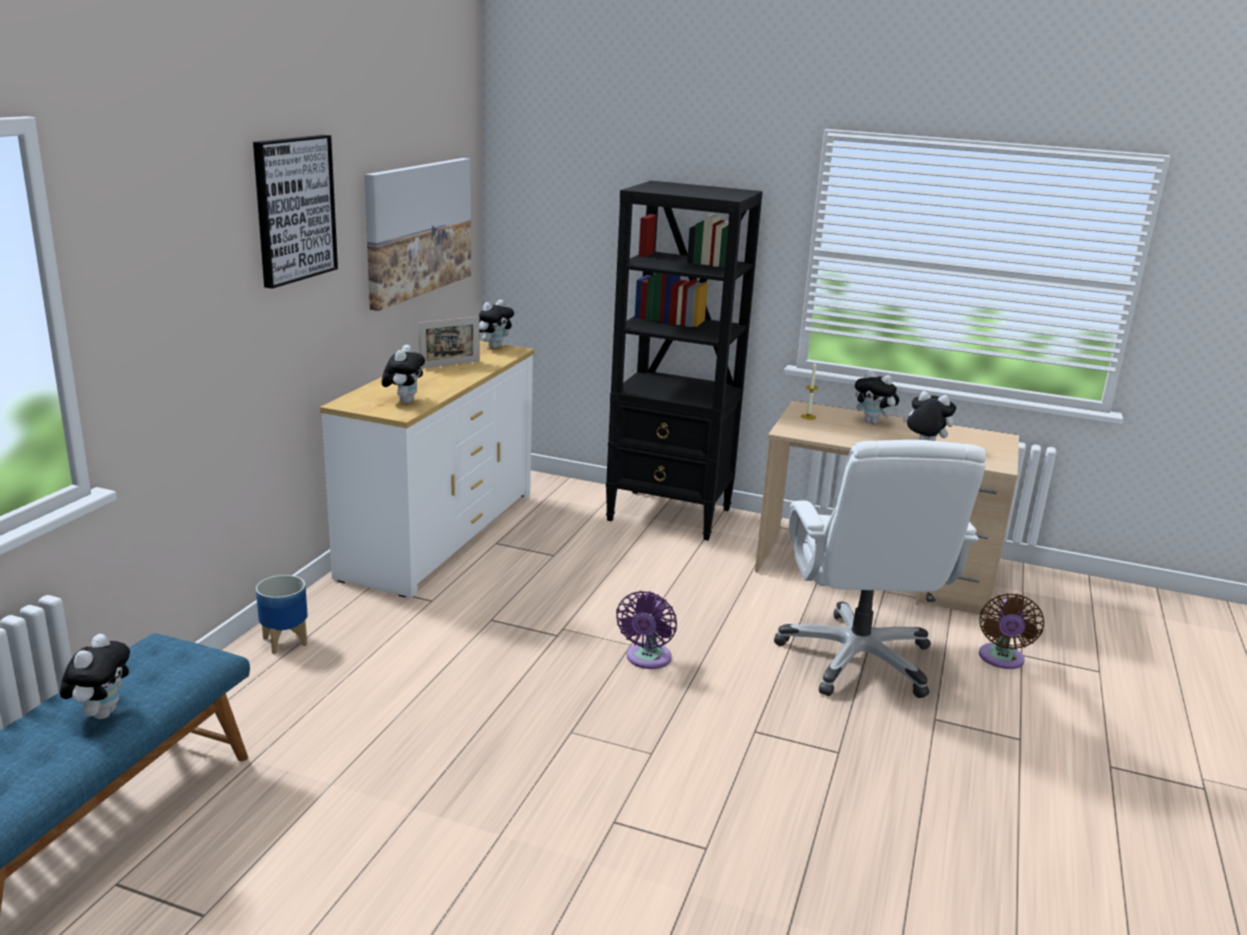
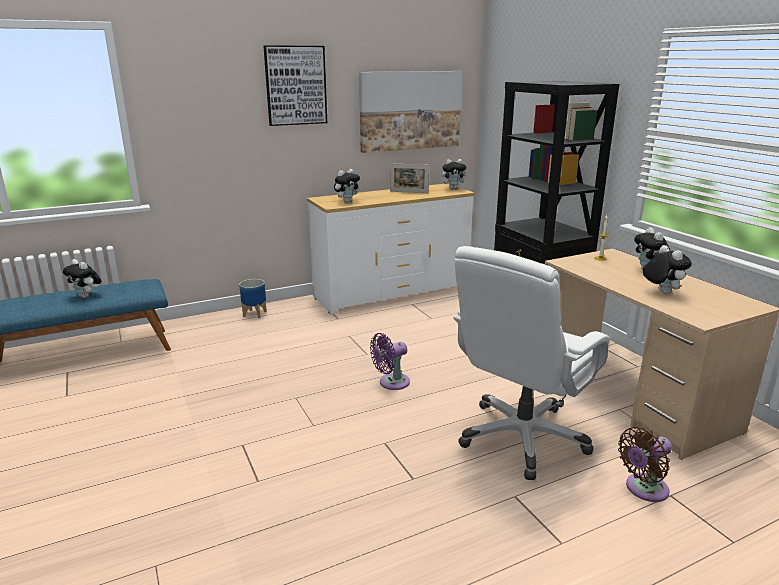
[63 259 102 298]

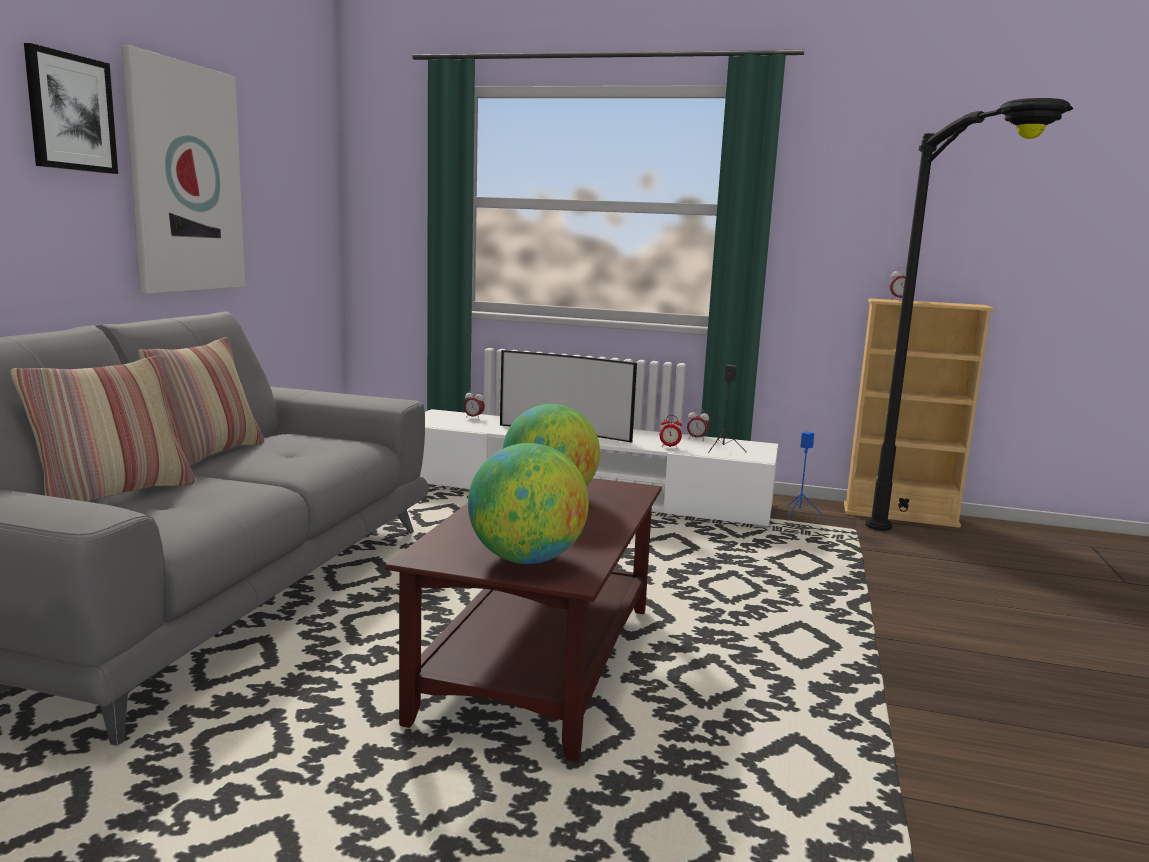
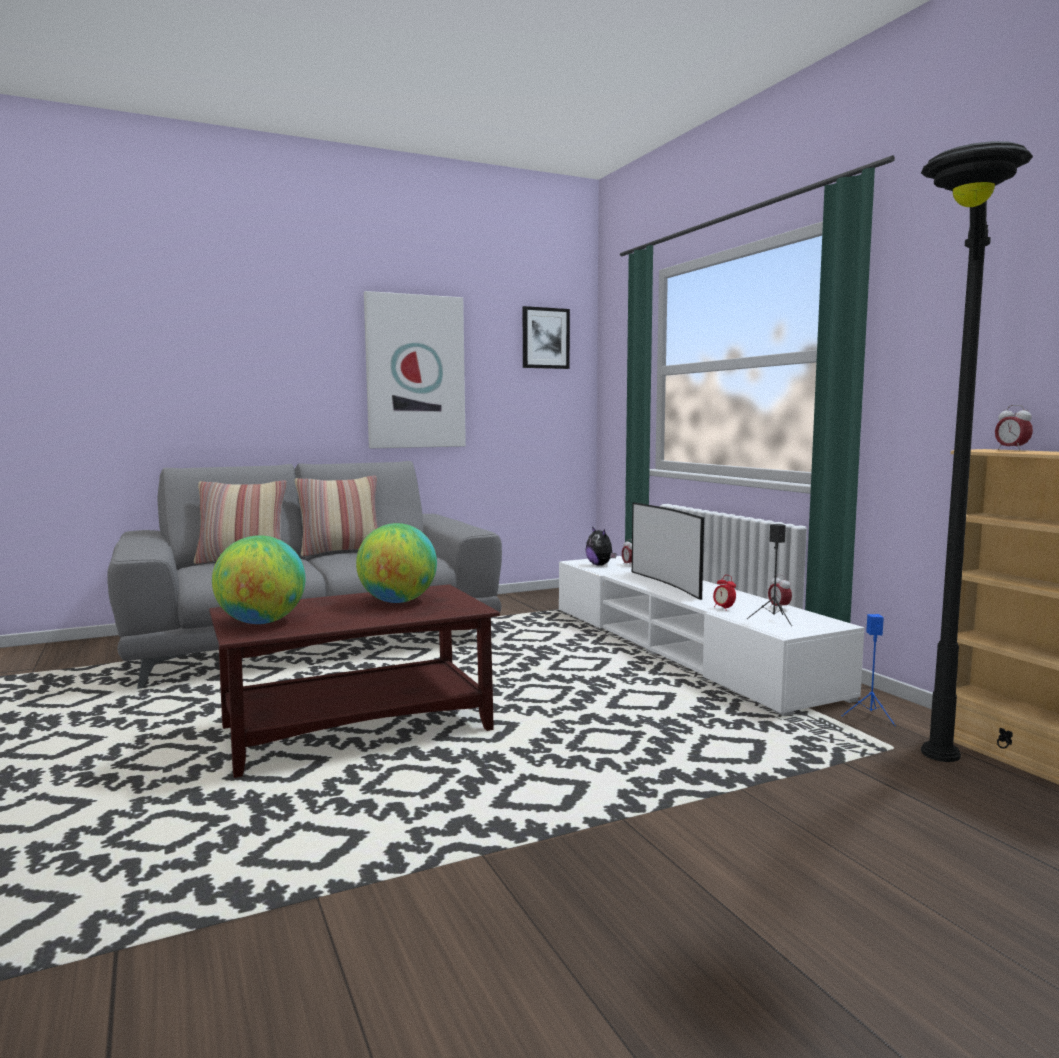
[586 527 616 566]
[523 306 570 369]

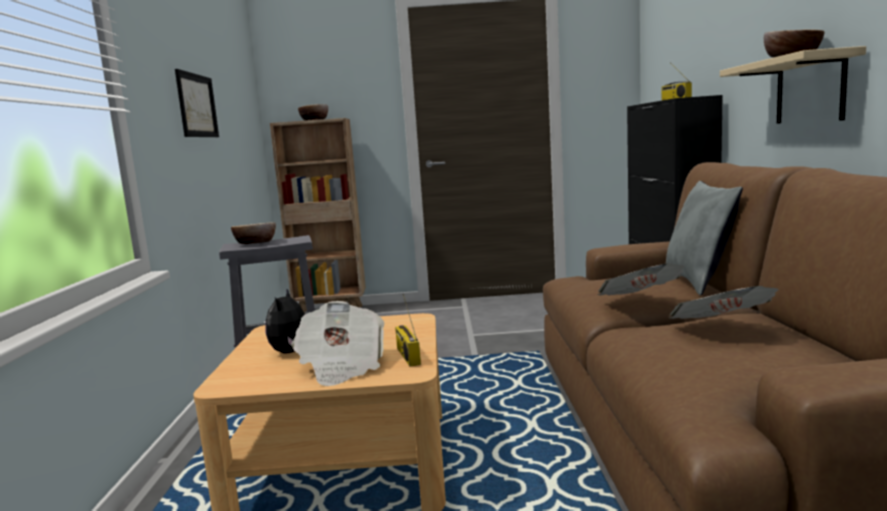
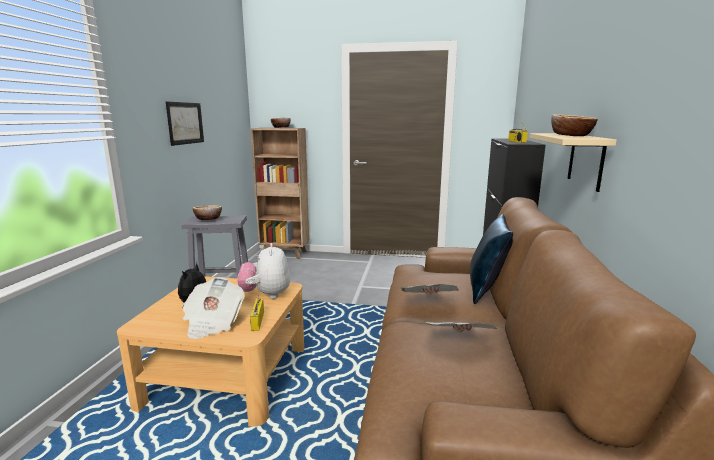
[237 243 290 299]
[470 214 513 304]

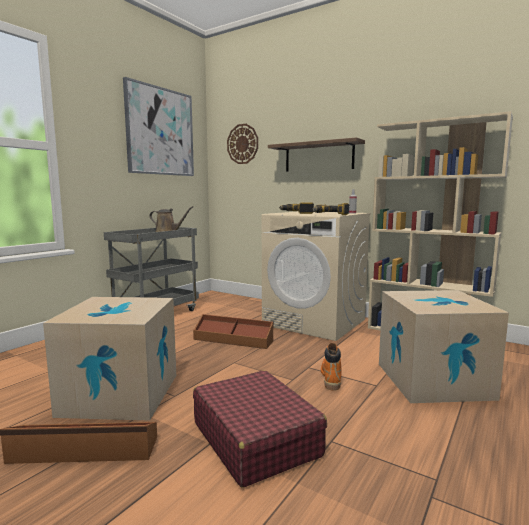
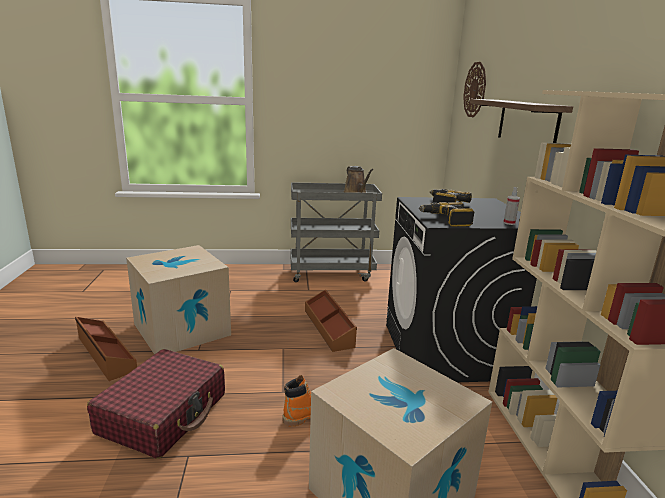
[123 77 194 176] (first image)
[386 197 537 382]

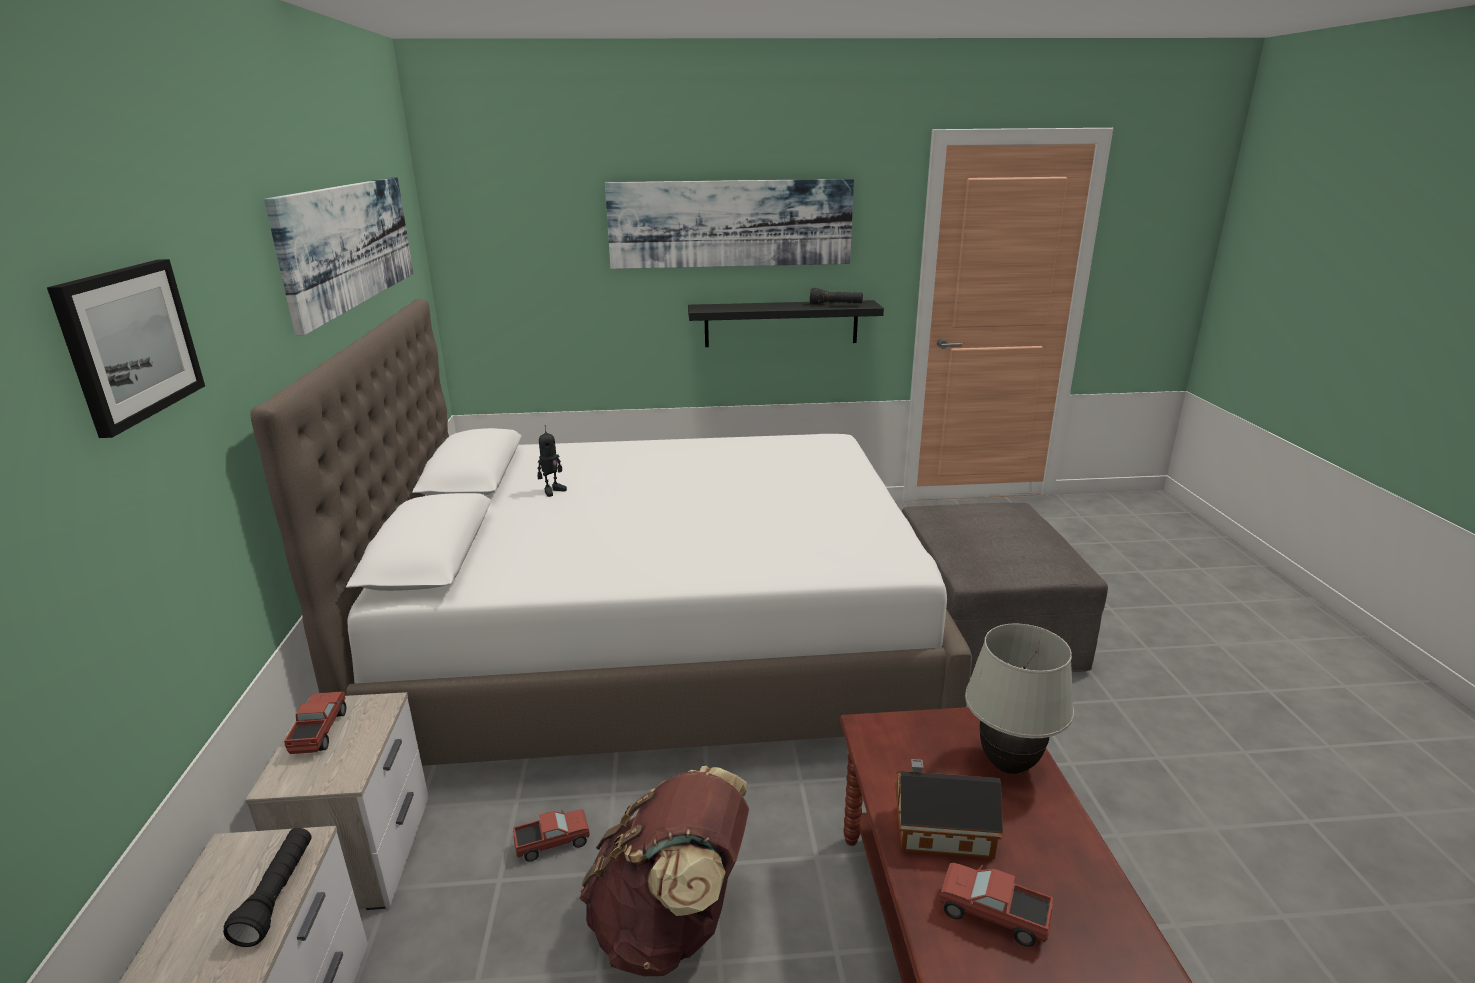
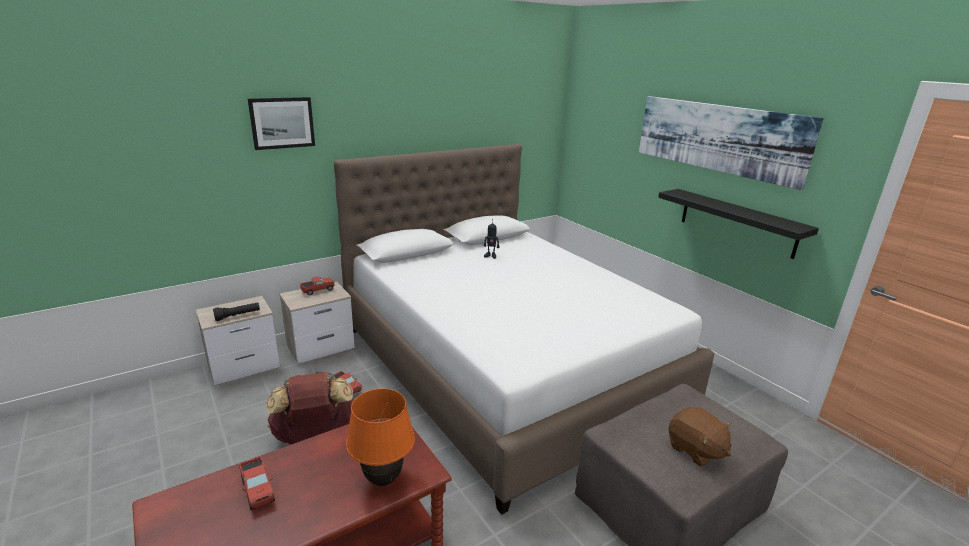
[264 177 414 336] (first image)
[810 288 863 305] (first image)
[895 759 1003 859] (first image)
[669 407 732 466]
[346 388 415 486]
[239 456 275 510]

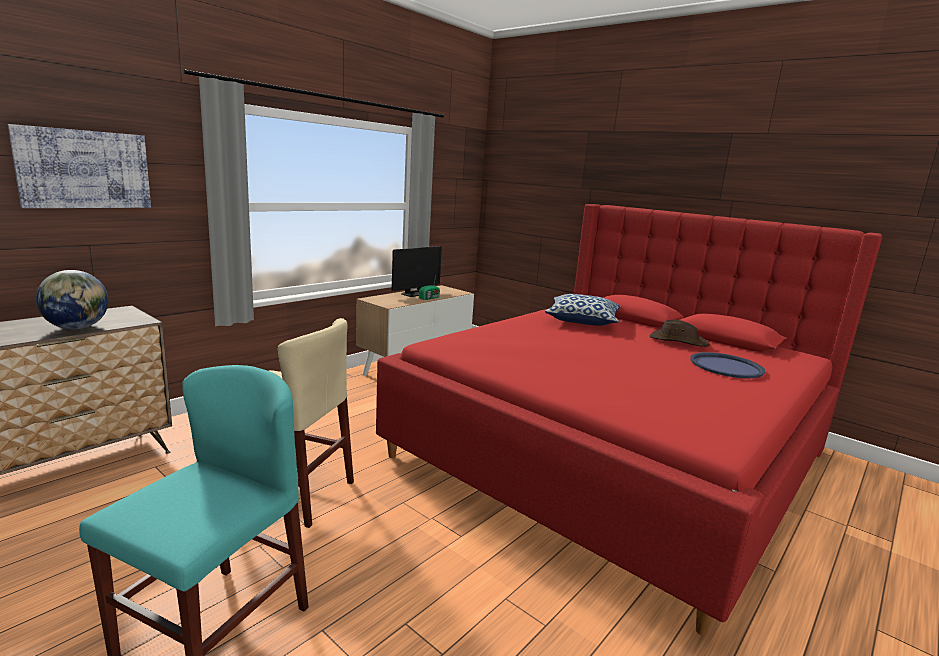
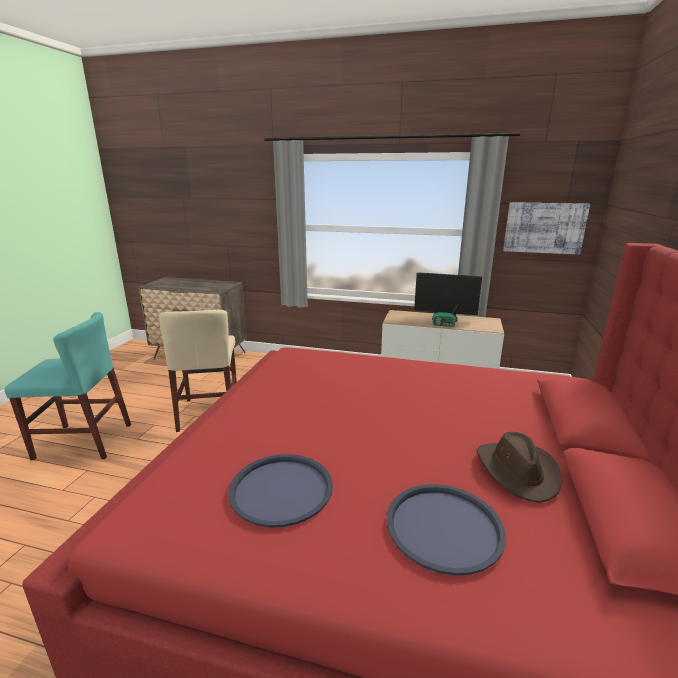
[36 270 108 330] (first image)
[545 294 620 326] (first image)
[228 454 333 528]
[503 202 590 255]

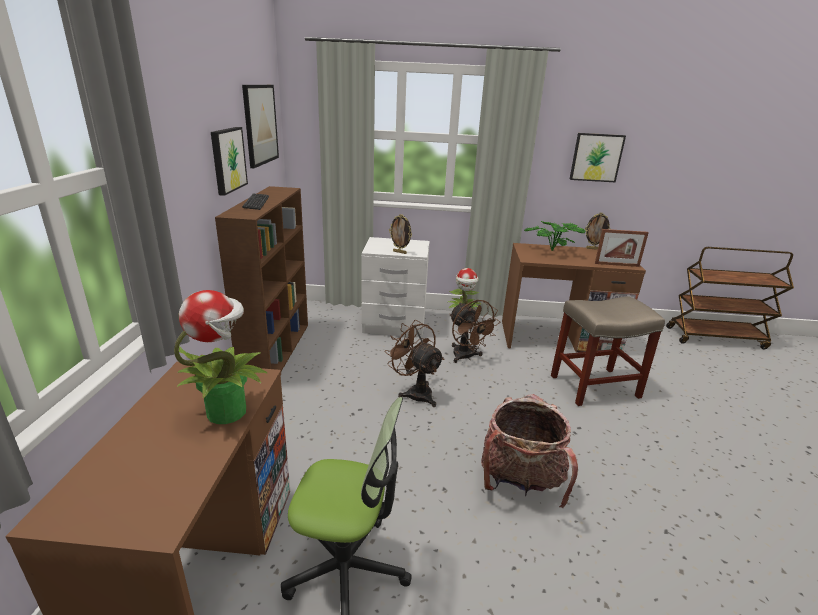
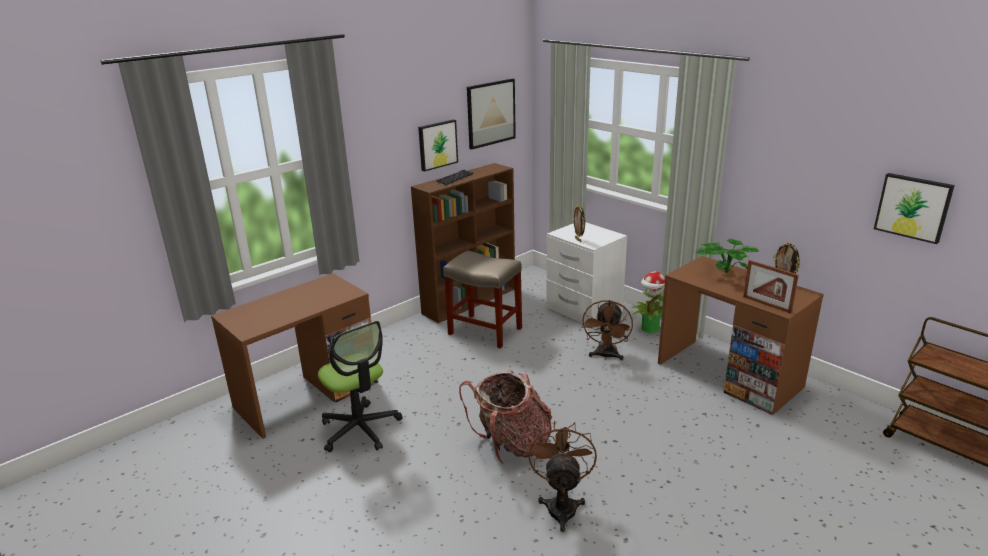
[174 290 268 424] (first image)
[528 421 597 532]
[443 251 522 349]
[874 173 955 244]

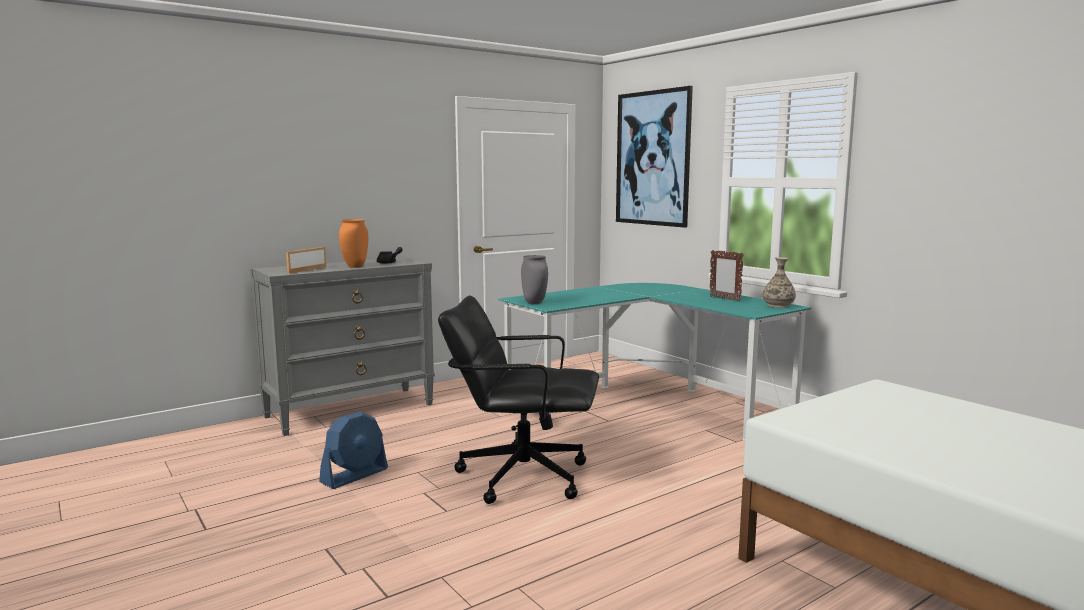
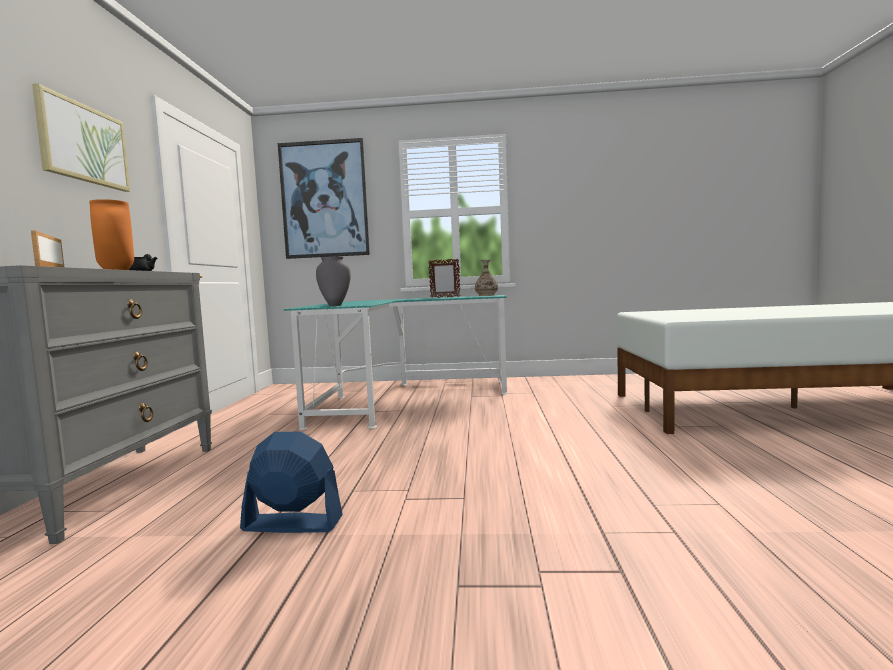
[438 295 599 504] (first image)
[32 84 130 192]
[240 432 343 533]

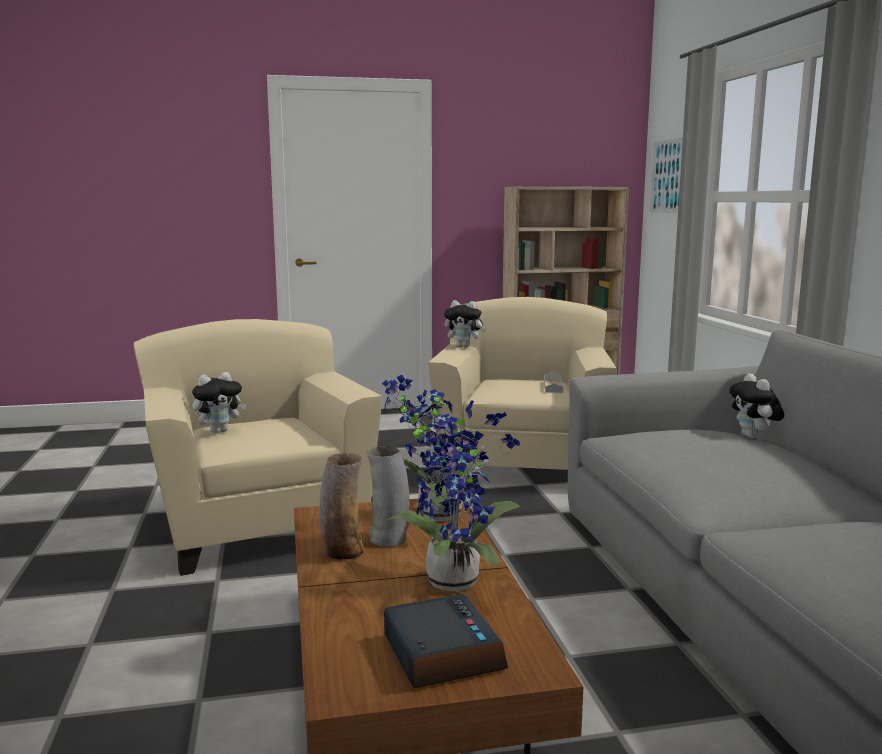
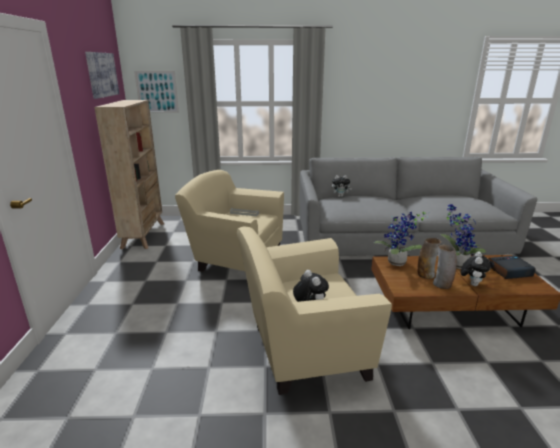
[85 52 119 99]
[461 251 491 286]

